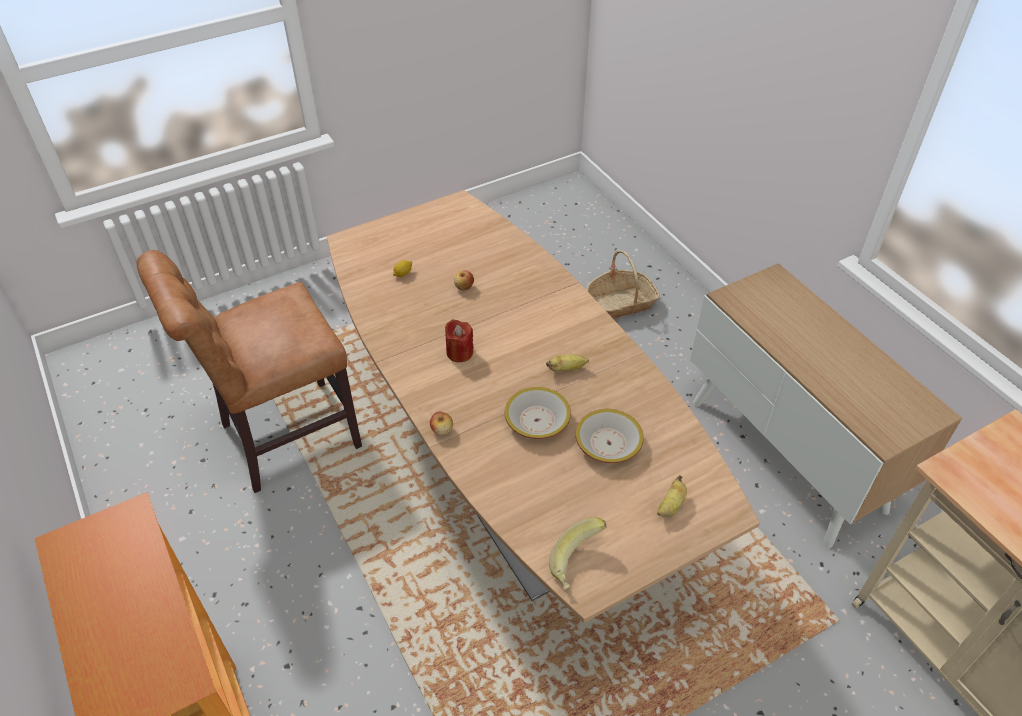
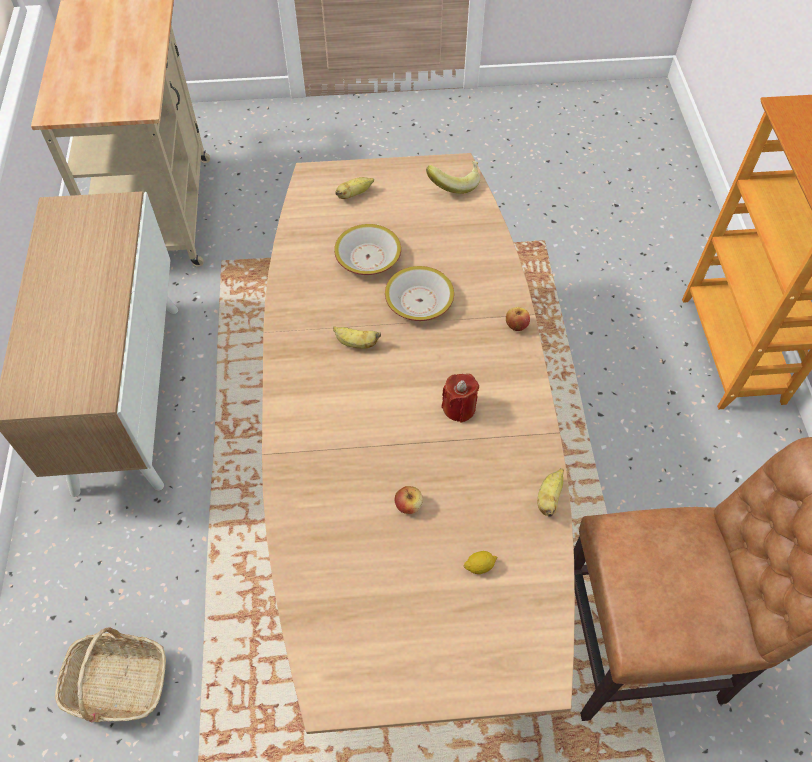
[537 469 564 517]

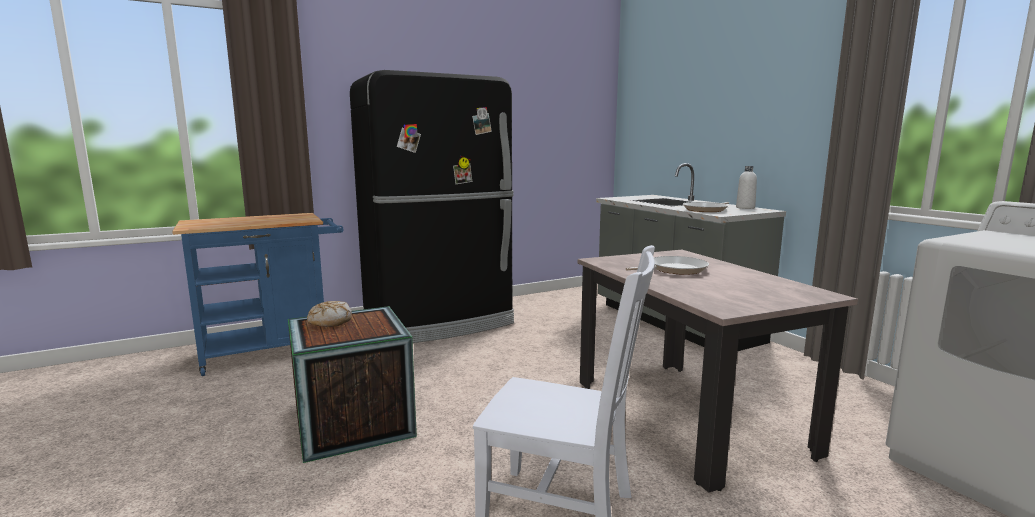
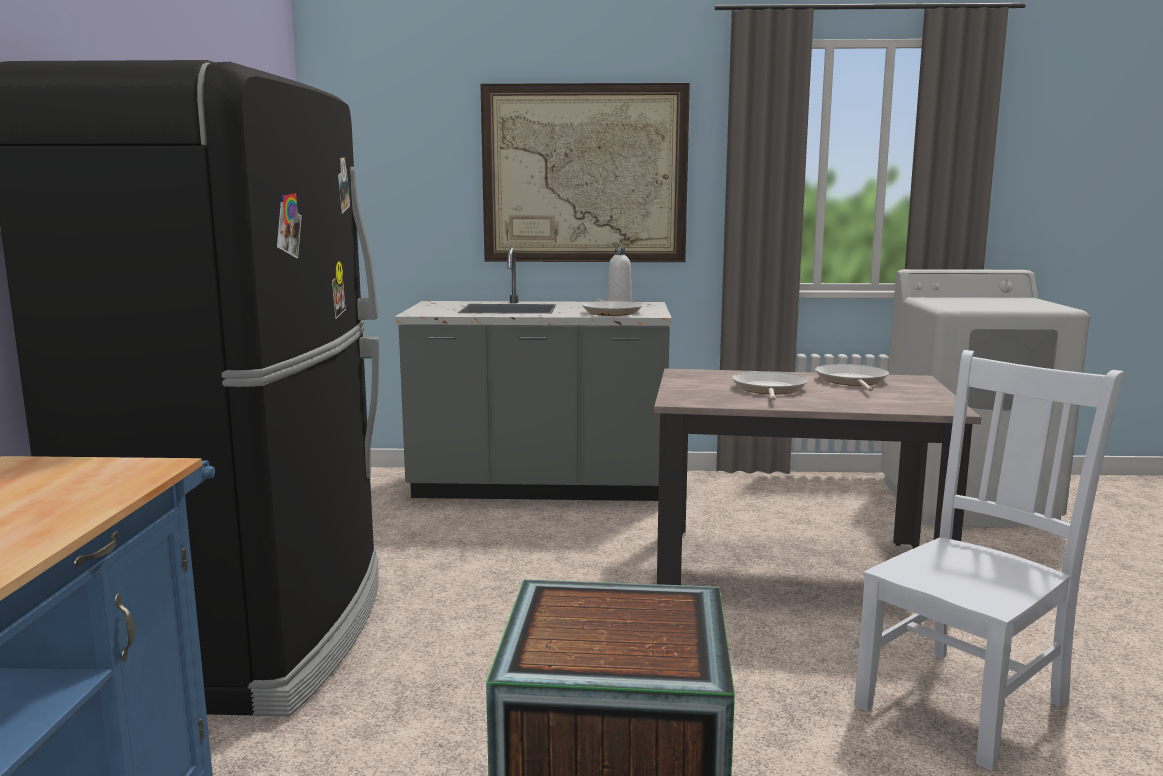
[307 301 352 327] (first image)
[480 83 690 262]
[815 364 889 391]

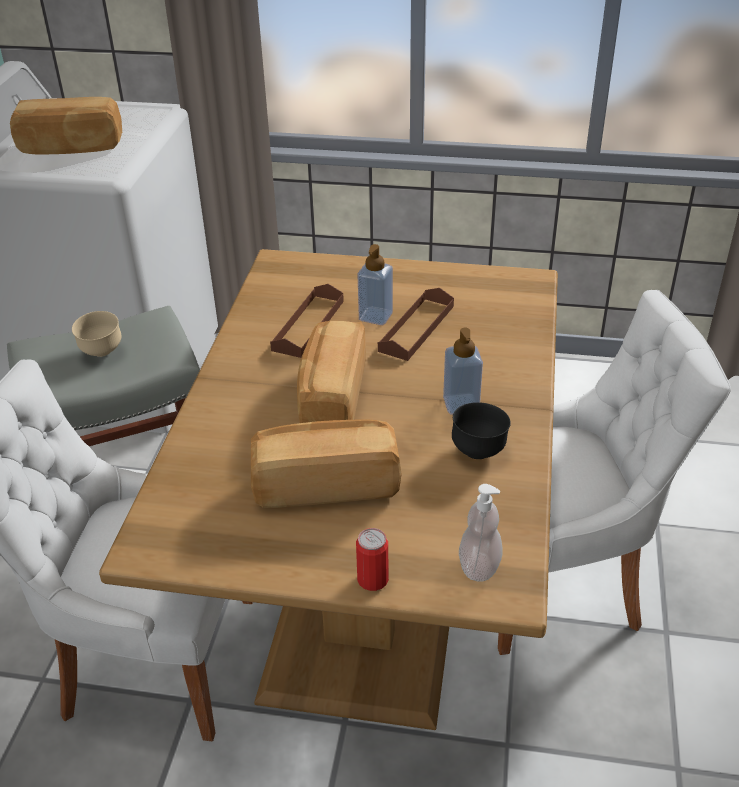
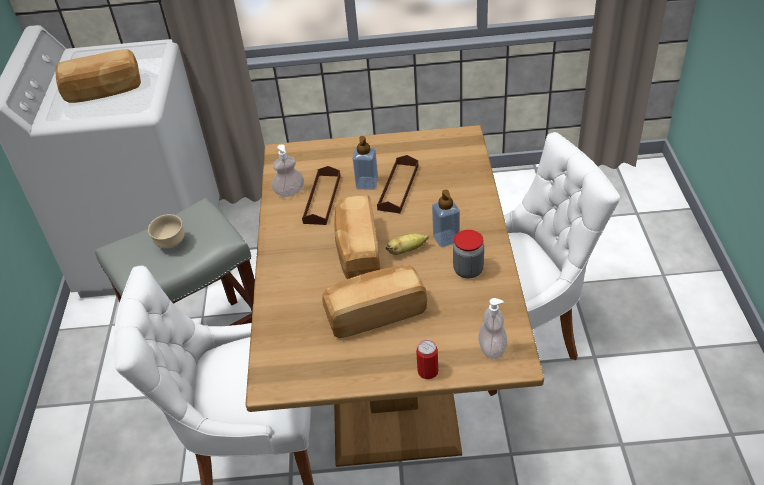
[272 144 304 197]
[386 233 429 255]
[453 230 484 279]

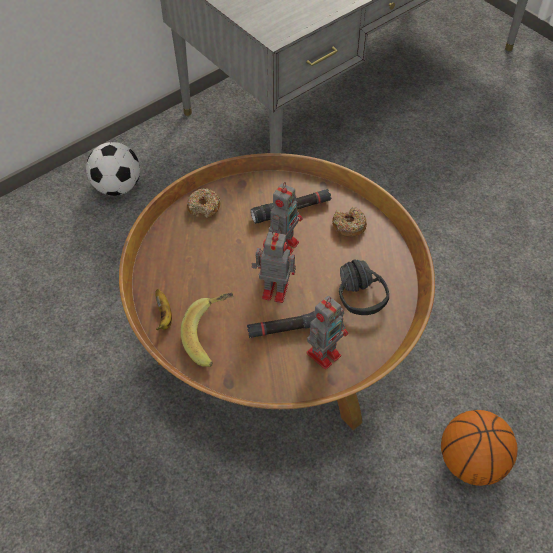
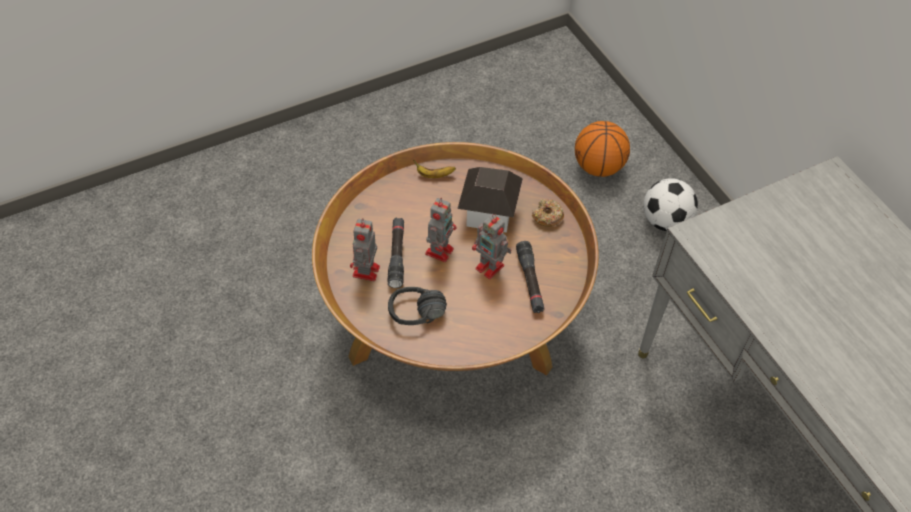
[181 293 233 367] (first image)
[332 207 367 237] (first image)
[457 167 523 233]
[575 121 630 177]
[350 218 380 281]

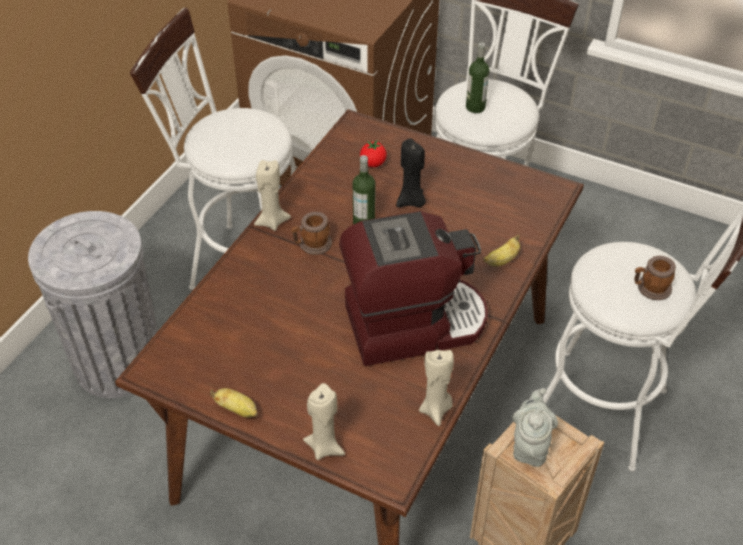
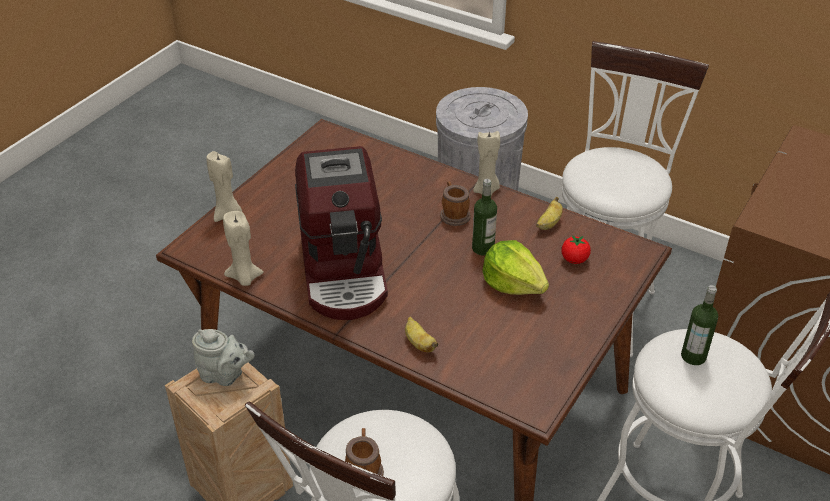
[536 197 563 230]
[482 240 549 295]

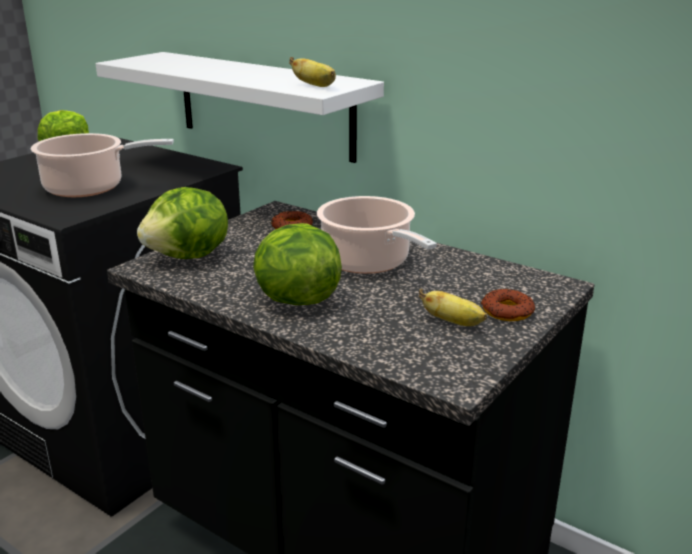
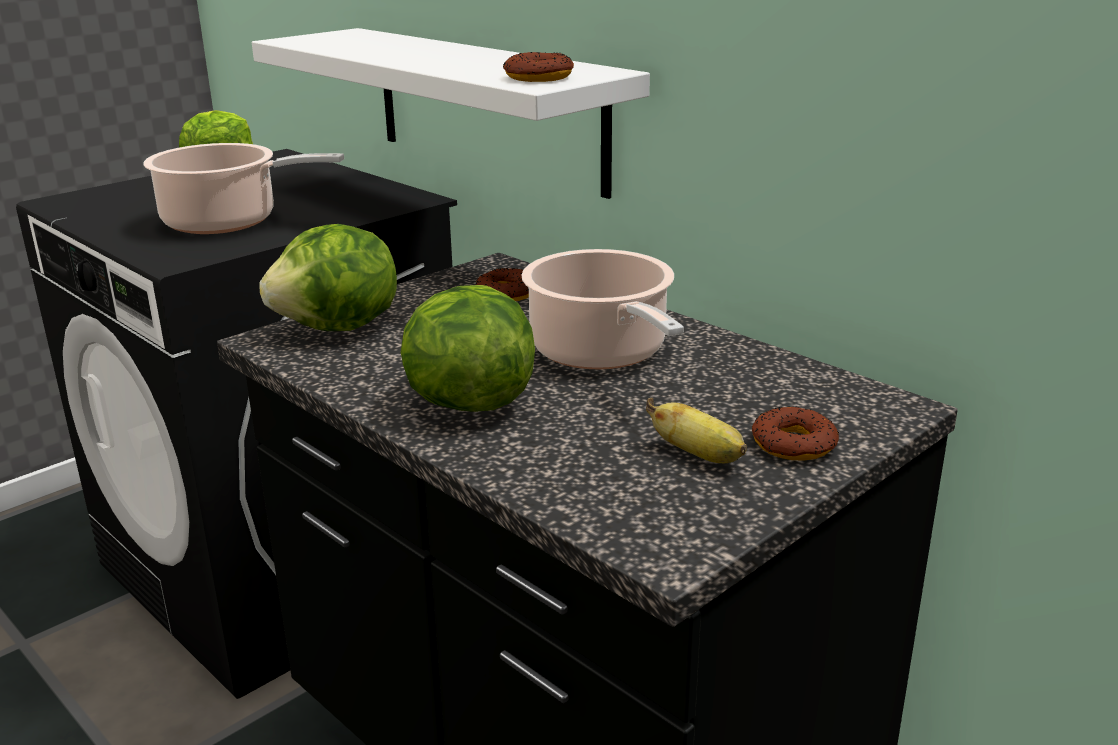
[503 52 574 82]

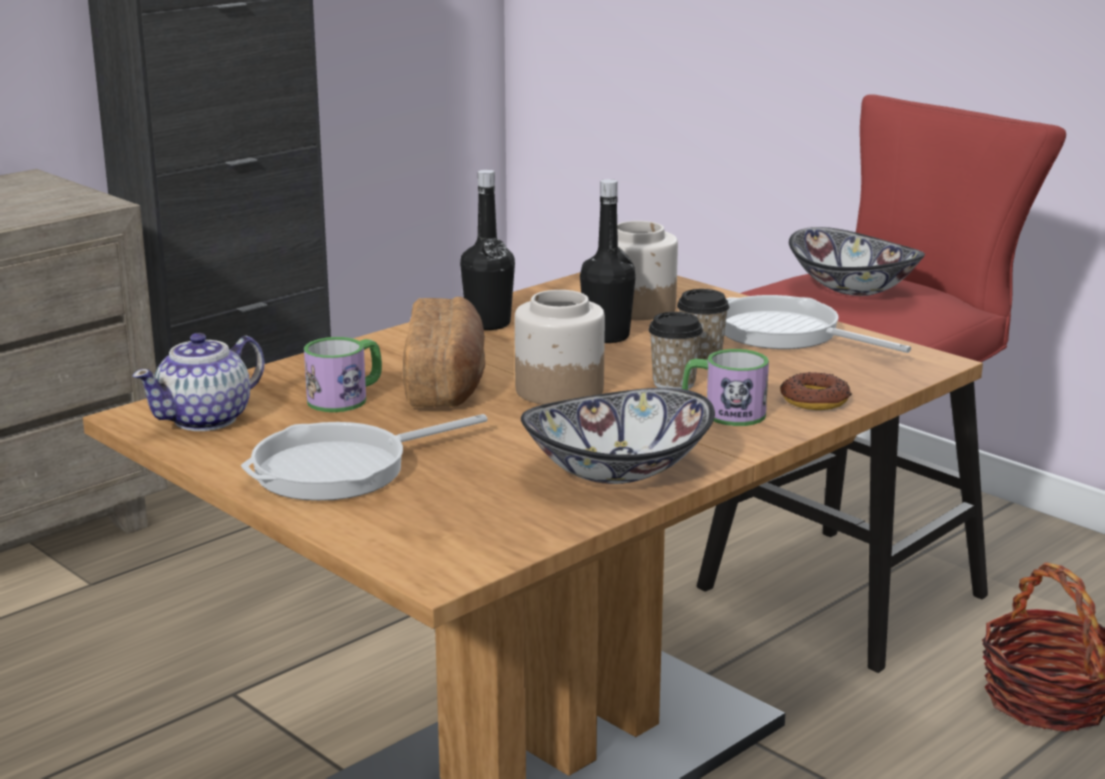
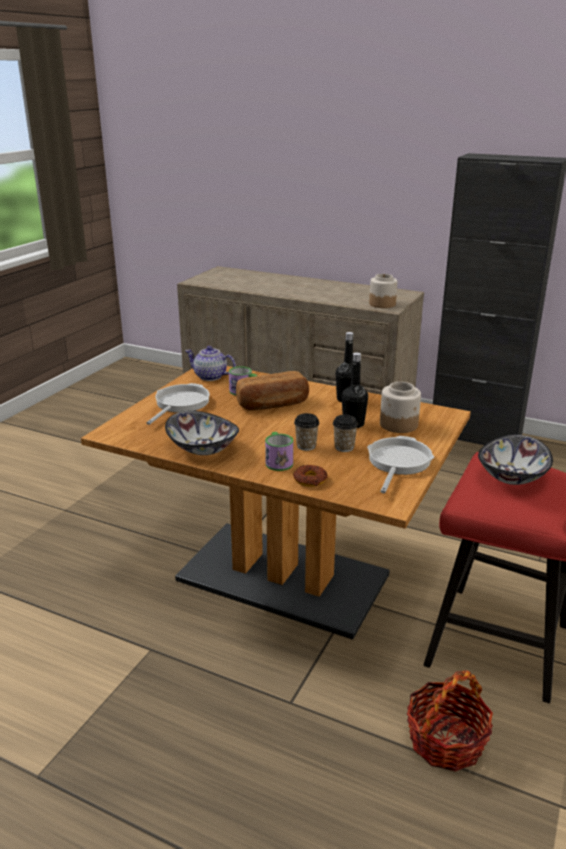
[369 274 397 308]
[146 383 210 425]

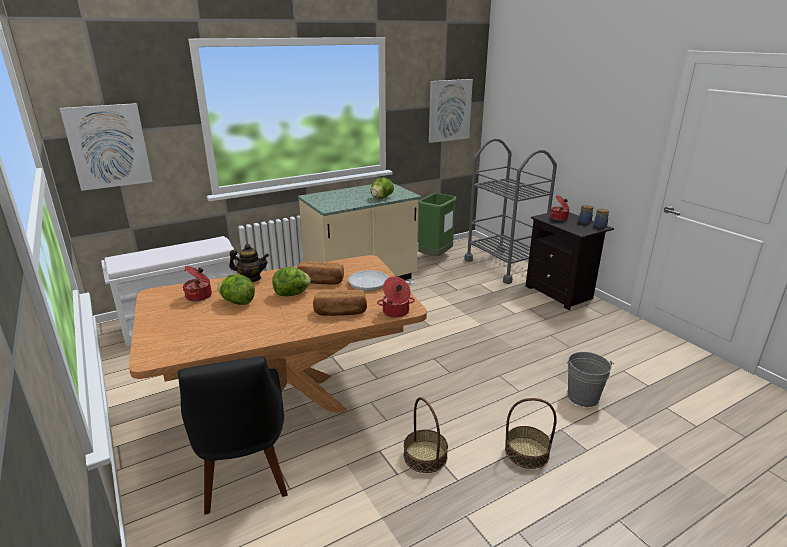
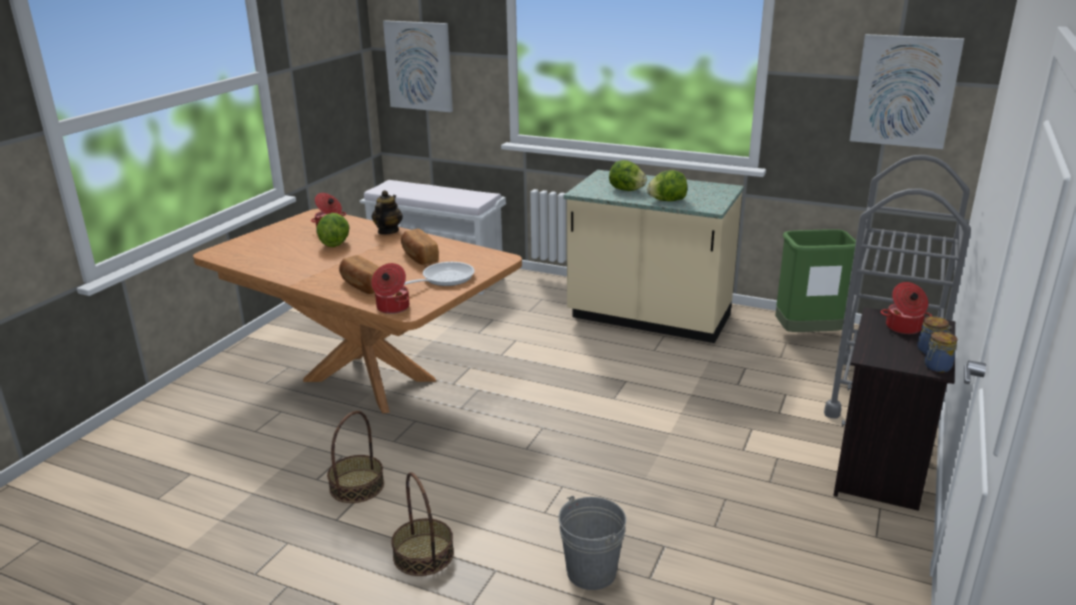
[178 356 288 514] (first image)
[609 160 647 191]
[372 190 403 235]
[404 262 475 286]

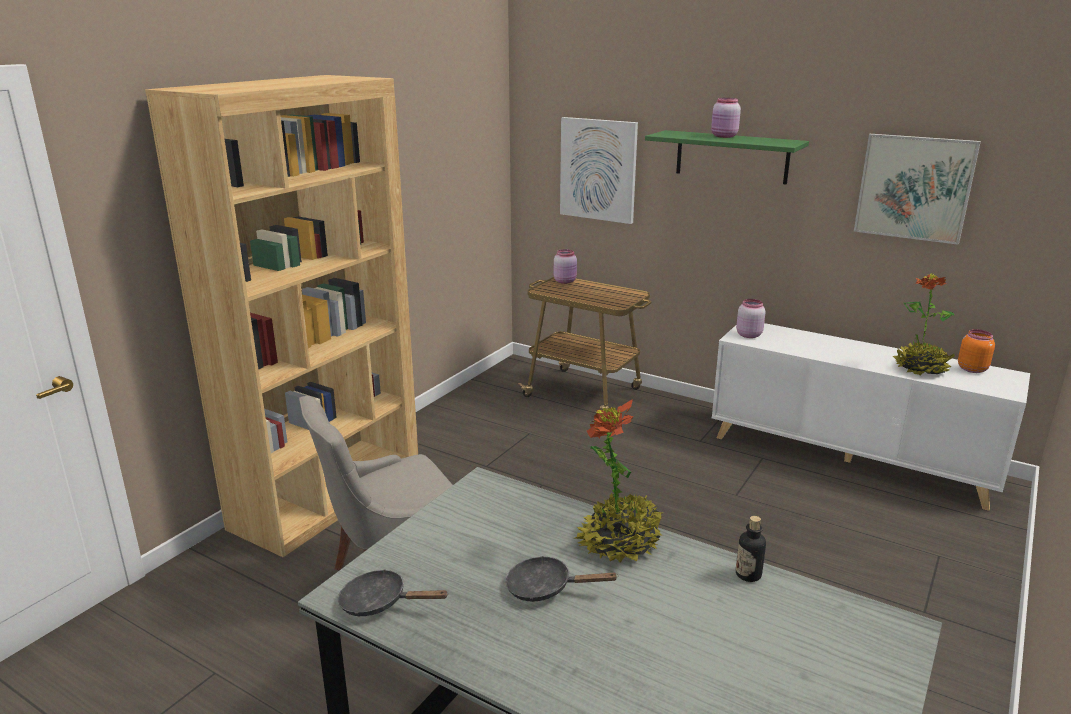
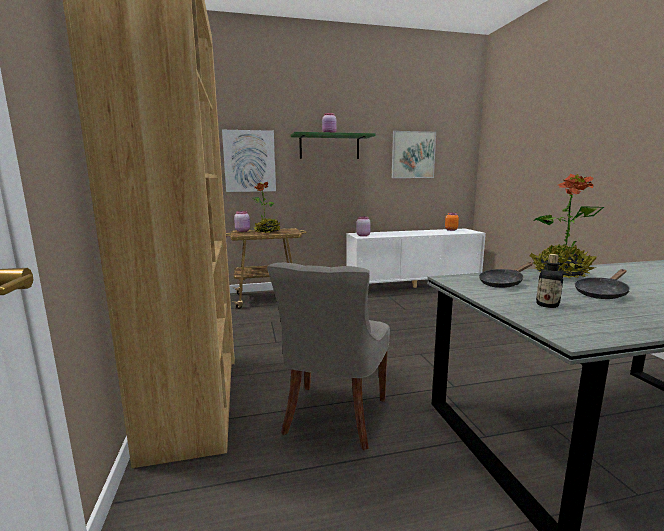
[479 262 533 288]
[536 254 563 308]
[254 182 281 233]

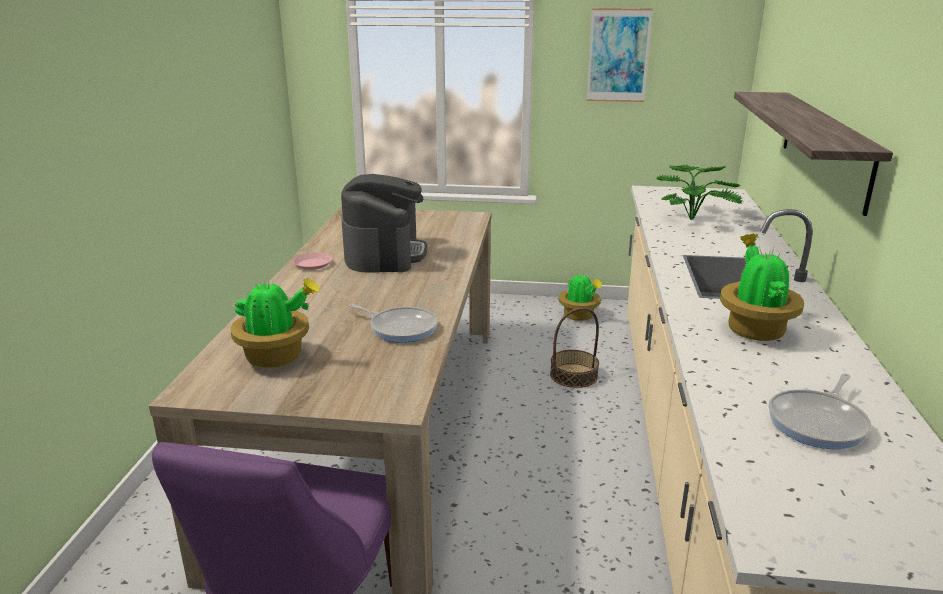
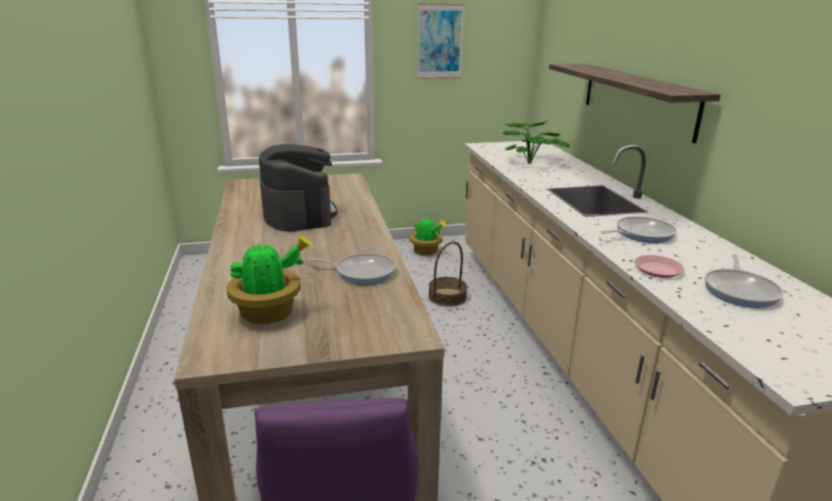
[634 255 684 278]
[601 216 677 243]

